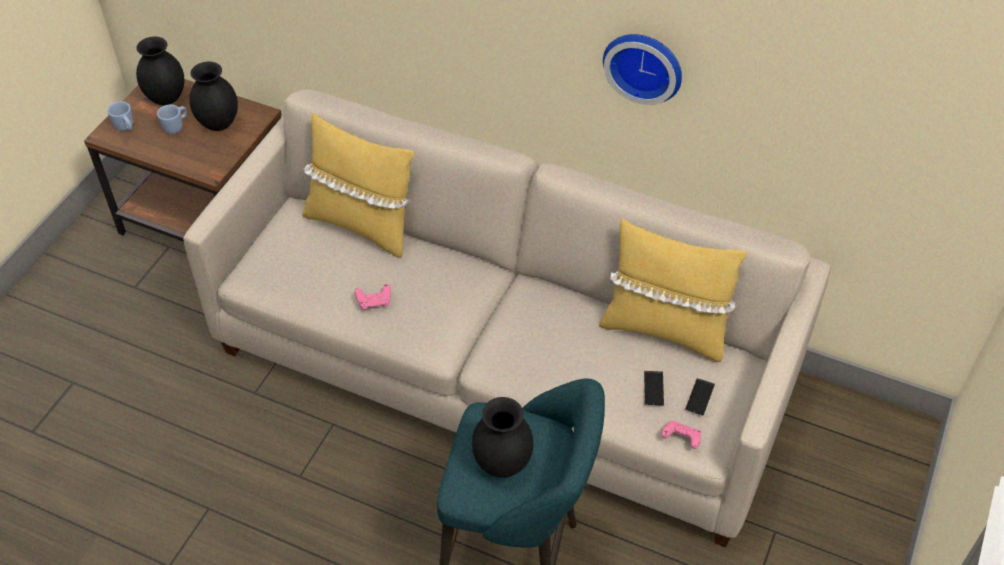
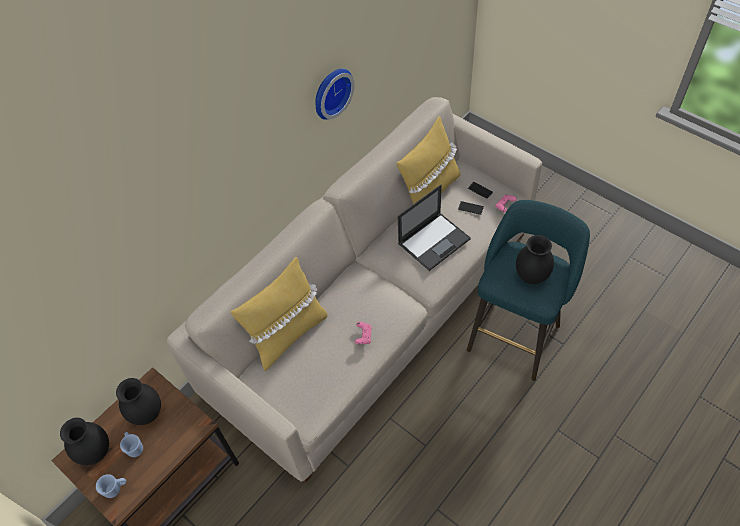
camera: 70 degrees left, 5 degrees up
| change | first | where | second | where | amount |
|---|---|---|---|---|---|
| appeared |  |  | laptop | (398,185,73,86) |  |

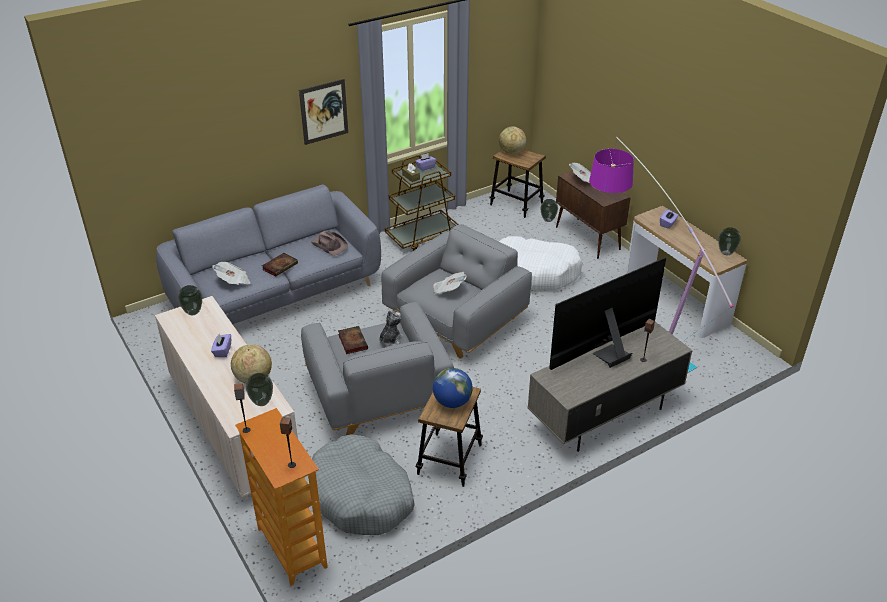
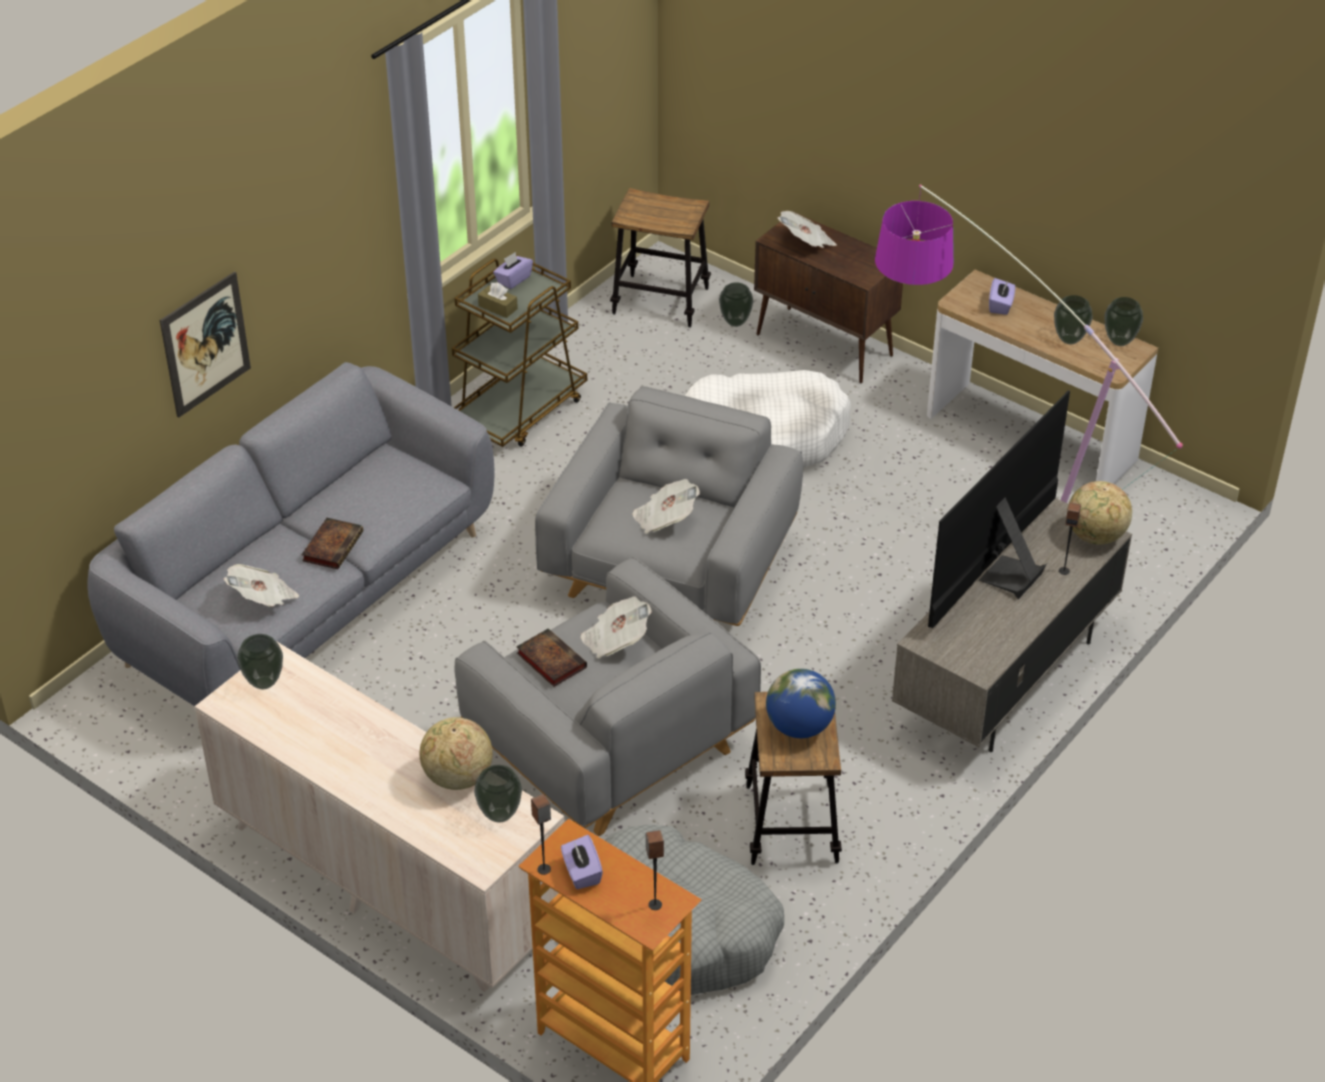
camera: 20 degrees left, 5 degrees up
| change | first | where | second | where | amount |
|---|---|---|---|---|---|
| relocated | obraz | (299,79,49,66) |  | (160,271,91,147) |  |
| relocated | pudełko chusteczek/fioletowy | (211,334,20,23) |  | (561,835,42,54) |  |
| exchanged | pluszak | (379,310,24,36) | gazeta | (581,596,71,63) |  |
| appeared |  |  | wazon | (1054,295,39,49) |  |
| relocated | globus | (499,126,27,28) |  | (1067,481,65,64) |  |
| missing | kapelusz/brązowy | (311,231,37,25) |  |  |  |

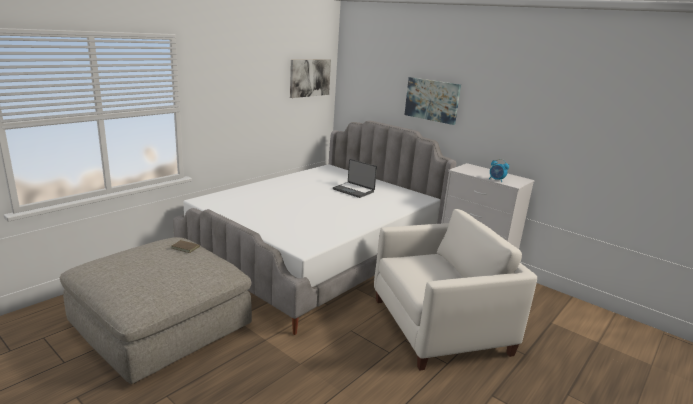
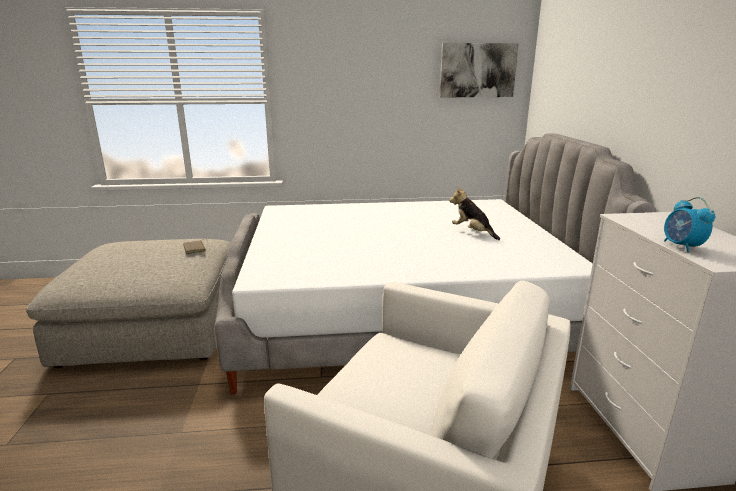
camera: 45 degrees right, 0 degrees up
| change | first | where | second | where | amount |
|---|---|---|---|---|---|
| exchanged | laptop | (333,159,44,39) | pluszak | (450,187,50,53) |  |
| missing | obraz | (404,77,57,48) |  |  |  |

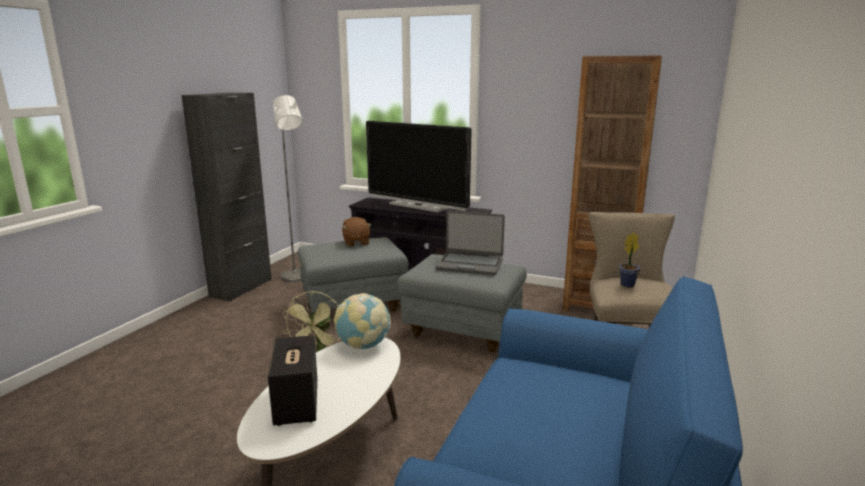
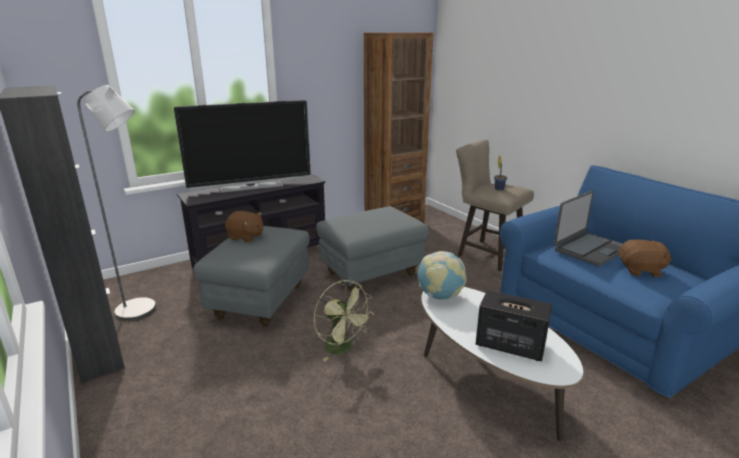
camera: 55 degrees left, 5 degrees up
| change | first | where | second | where | amount |
|---|---|---|---|---|---|
| relocated | laptop | (435,211,70,64) |  | (554,190,68,76) |  |
| appeared |  |  | pluszak/brązowy | (619,240,53,37) |  |

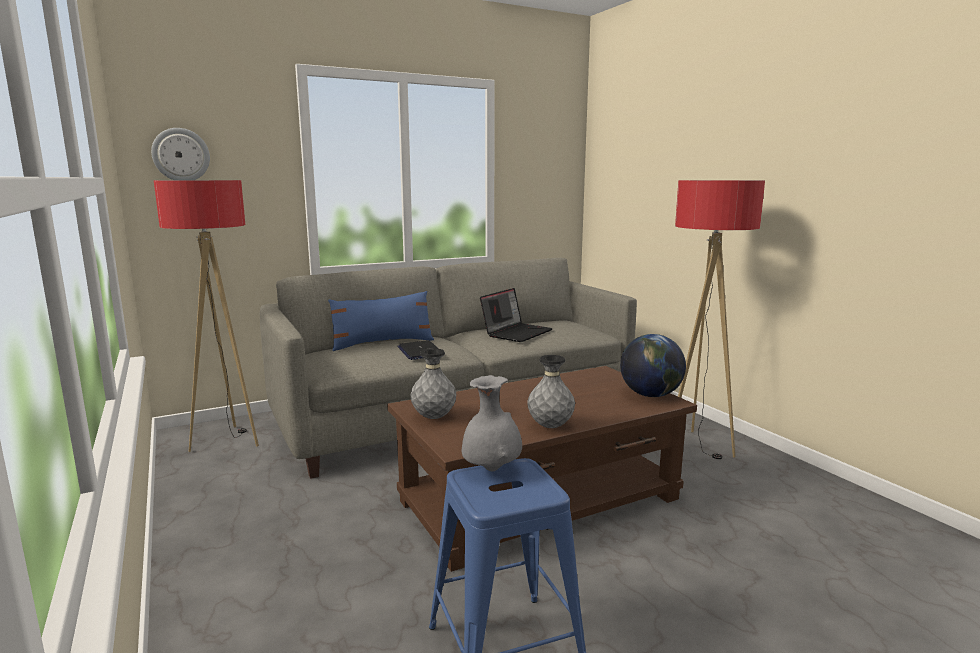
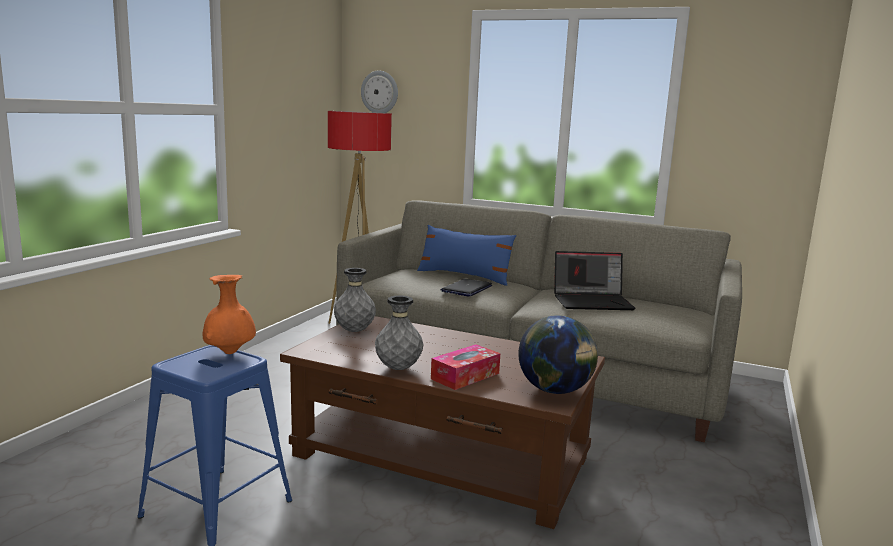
camera: 50 degrees right, 0 degrees up
| change | first | where | second | where | amount |
|---|---|---|---|---|---|
| colour | wazon/szary | (462,375,60,97) | wazon/pomarańczowy | (203,275,53,79) |  |
| appeared |  |  | pudełko chusteczek | (431,344,69,46) |  |
| missing | lampa stojąca | (675,180,90,279) |  |  |  |

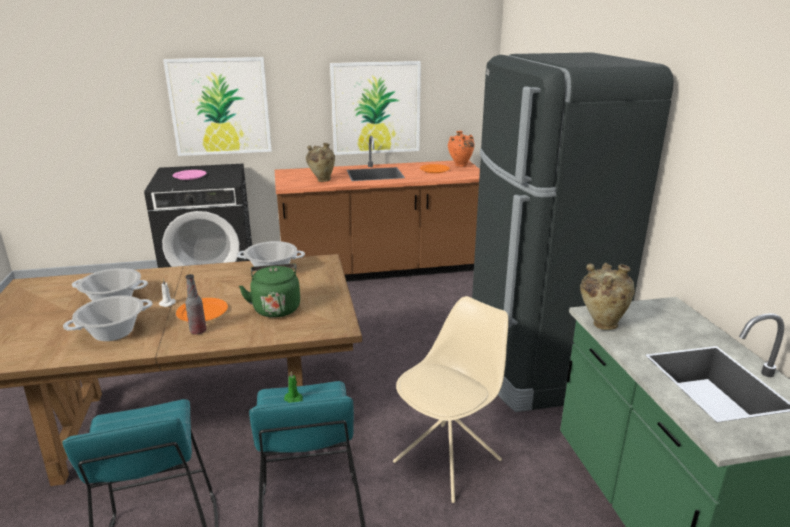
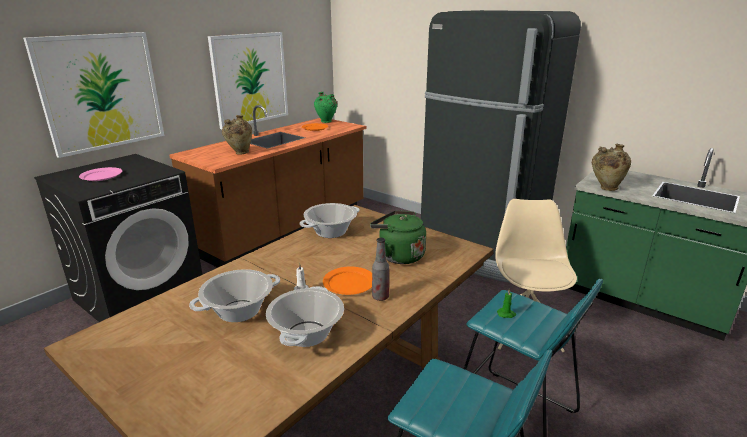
camera: 40 degrees left, 0 degrees up
| change | first | where | second | where | amount |
|---|---|---|---|---|---|
| colour | wazon/pomarańczowy | (448,131,26,36) | wazon/zielony | (314,92,23,31) |  |

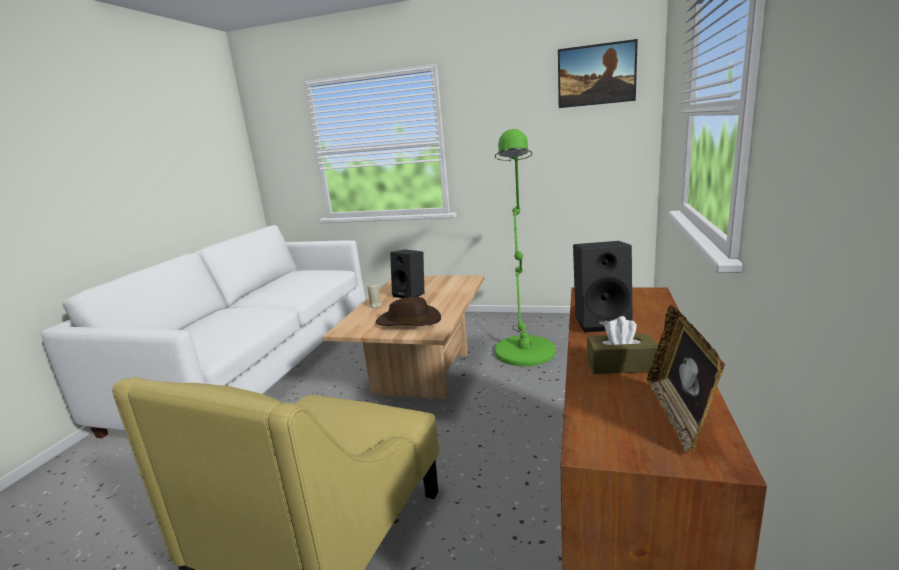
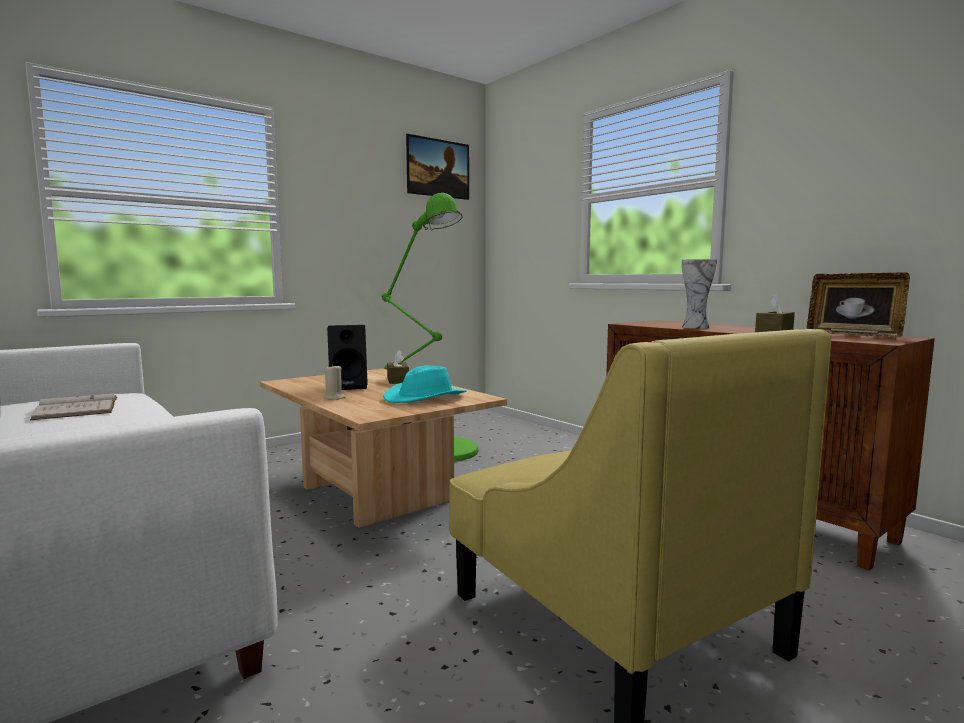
camera: 55 degrees left, 10 degrees down
| change | first | where | second | where | amount |
|---|---|---|---|---|---|
| appeared |  |  | książka/biały | (30,390,87,30) |  |
| colour | kapelusz/brązowy | (376,296,65,30) | kapelusz/turkusowy | (383,366,83,37) |  |
| appeared |  |  | pudełko chusteczek/brązowy | (387,350,22,34) |  |
| exchanged | głośnik/czarny | (573,241,59,91) | wazon | (682,259,35,70) |  |

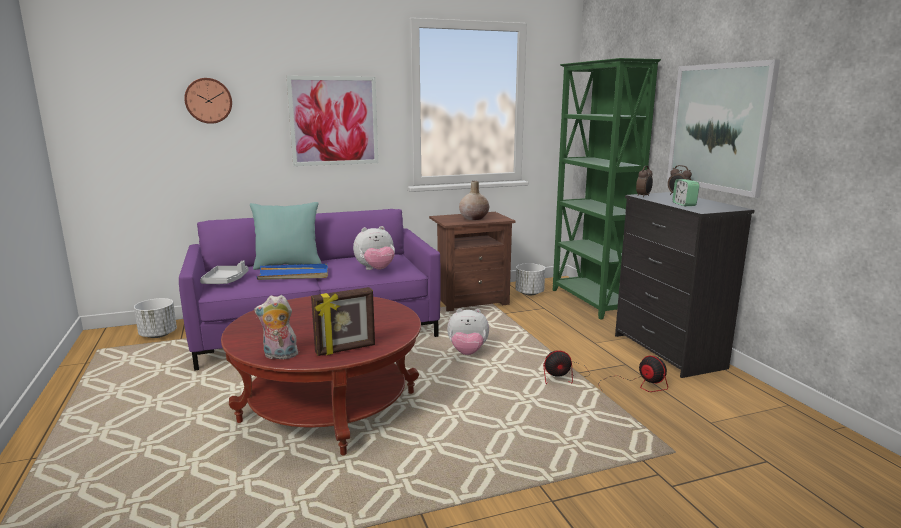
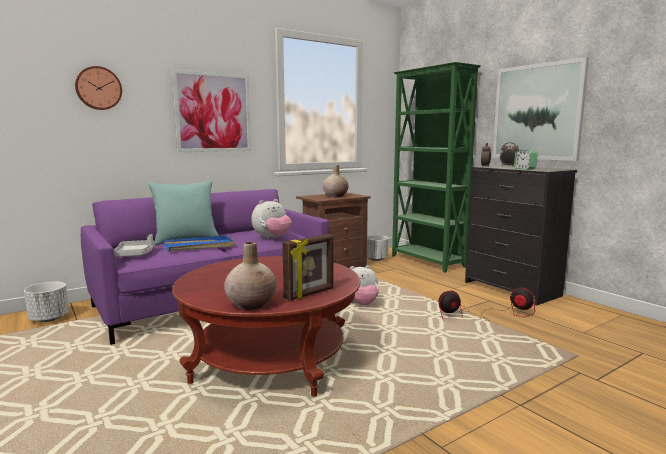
camera: 15 degrees left, 5 degrees down
| change | first | where | second | where | amount |
|---|---|---|---|---|---|
| exchanged | pluszak | (254,295,44,64) | wazon/beżowy | (224,242,53,68) |  |

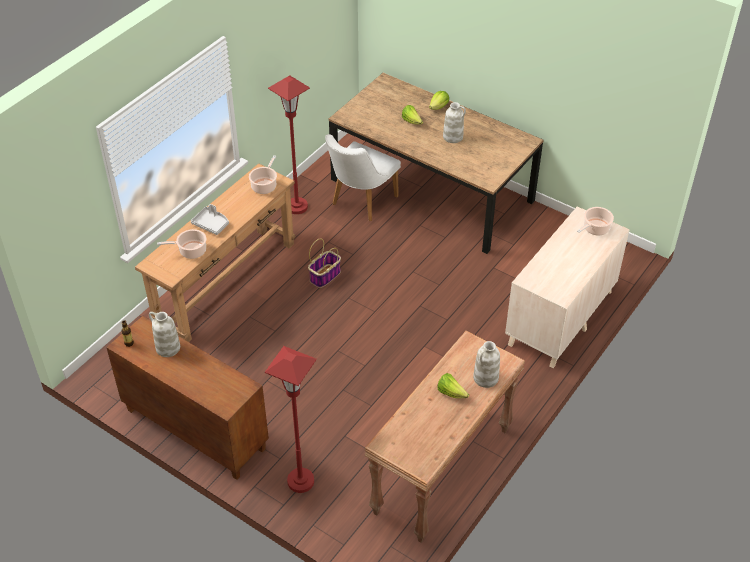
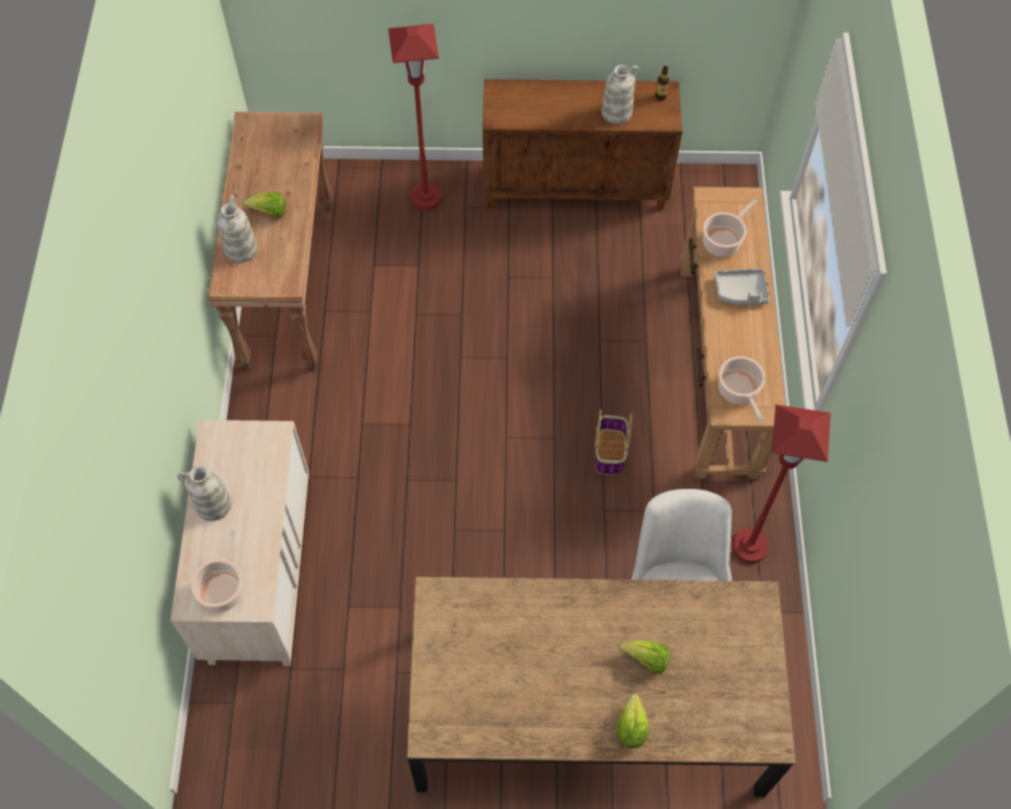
camera: 145 degrees right, 15 degrees up
| change | first | where | second | where | amount |
|---|---|---|---|---|---|
| relocated | wazon/biały | (443,102,23,41) |  | (177,466,55,55) |  |

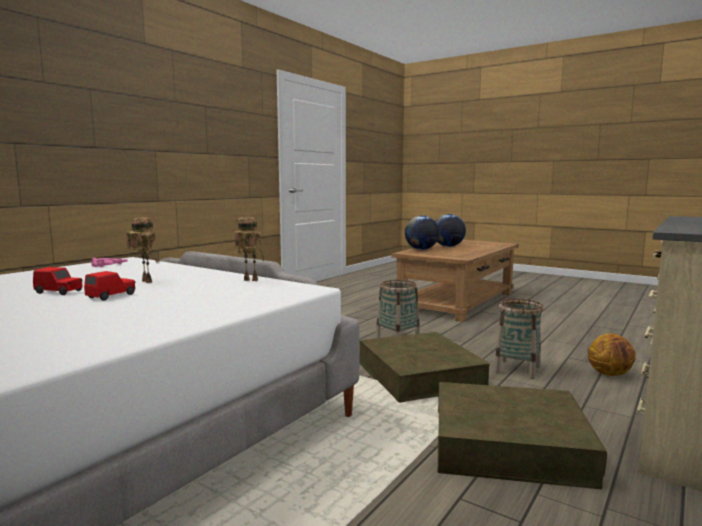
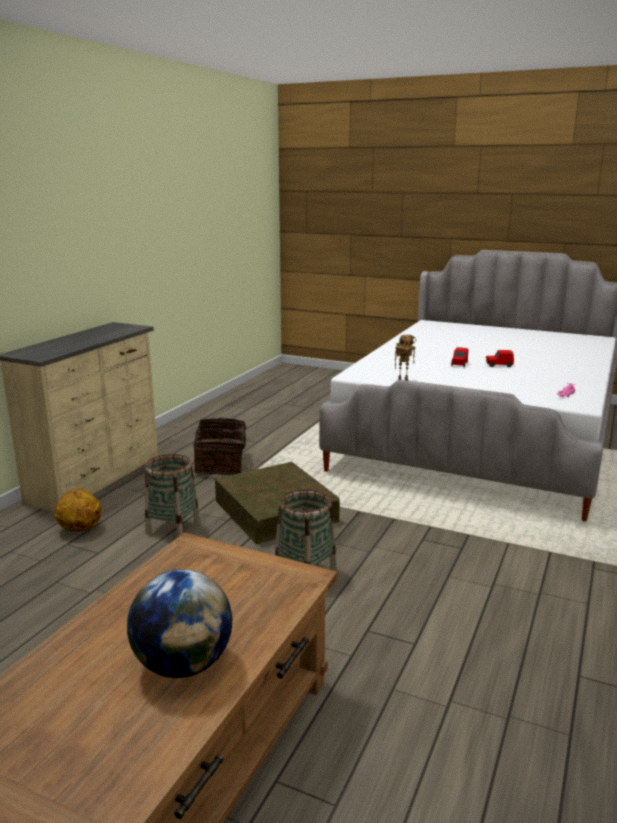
camera: 170 degrees right, 10 degrees up
| change | first | where | second | where | amount |
|---|---|---|---|---|---|
| exchanged | pojemnik do przechowywania/brązowy | (437,382,170,107) | koszyk | (193,418,63,57) |  |
| missing | robot zabawkowy | (126,217,33,66) |  |  |  |
| missing | globus | (405,216,34,34) |  |  |  |

